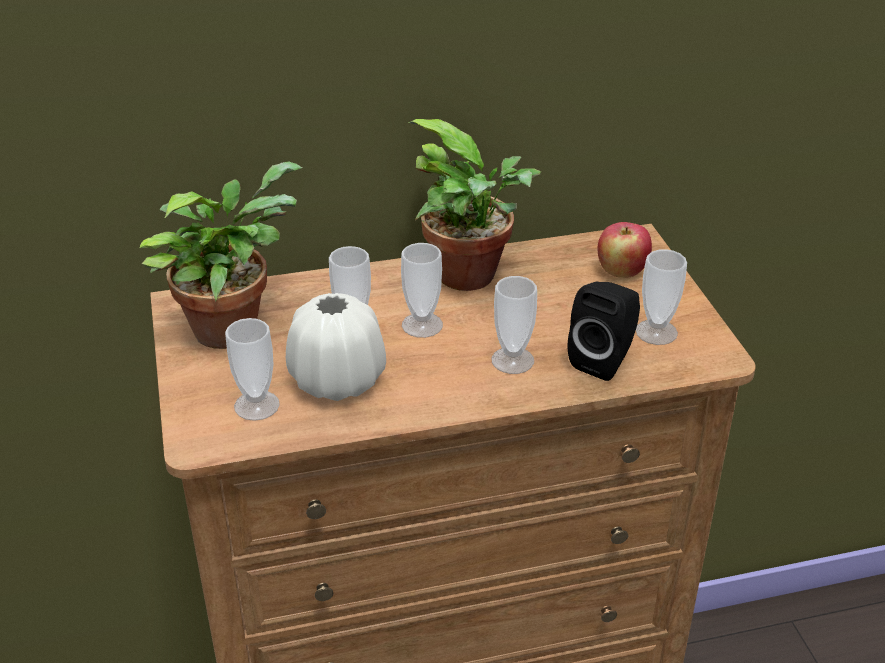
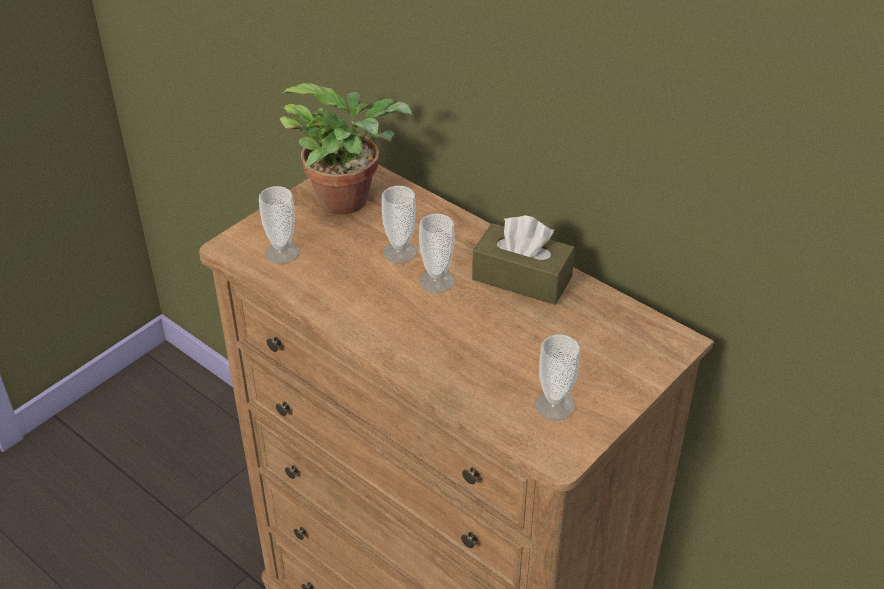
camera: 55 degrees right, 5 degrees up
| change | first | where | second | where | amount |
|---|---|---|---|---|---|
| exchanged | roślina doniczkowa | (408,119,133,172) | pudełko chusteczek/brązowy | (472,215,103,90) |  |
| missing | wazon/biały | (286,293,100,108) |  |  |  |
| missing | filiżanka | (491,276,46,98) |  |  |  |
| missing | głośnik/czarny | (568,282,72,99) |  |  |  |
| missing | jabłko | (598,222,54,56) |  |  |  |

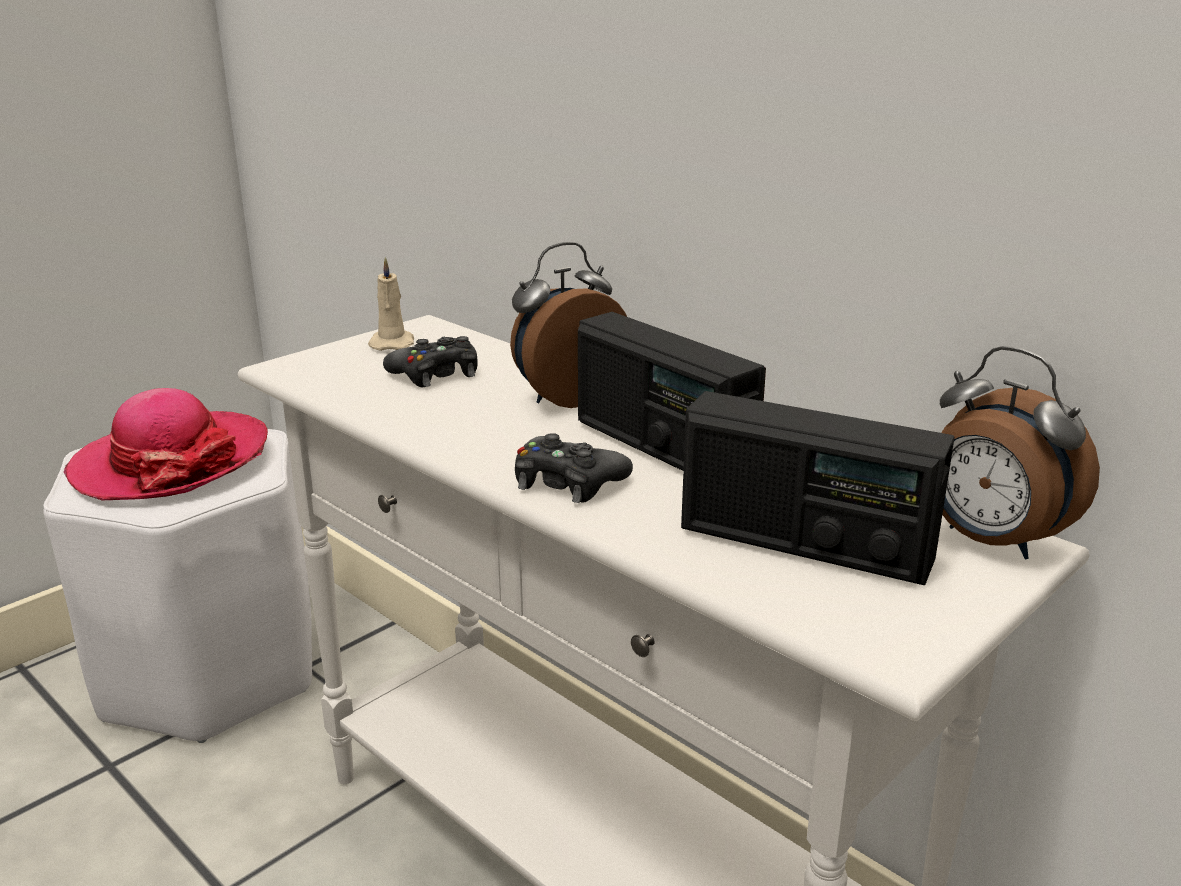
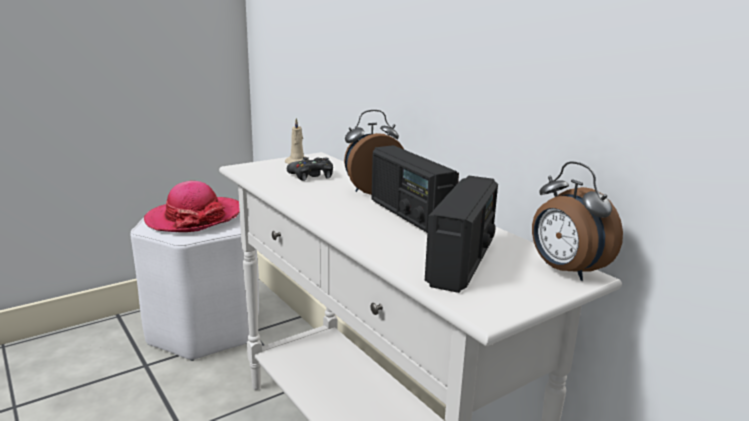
camera: 10 degrees right, 5 degrees down
| change | first | where | second | where | amount |
|---|---|---|---|---|---|
| spun | radio | (681,391,273,194) |  | (425,176,73,117) | 105 degrees counterclockwise |
| missing | pad do gier/czarny | (515,433,118,70) |  |  |  |

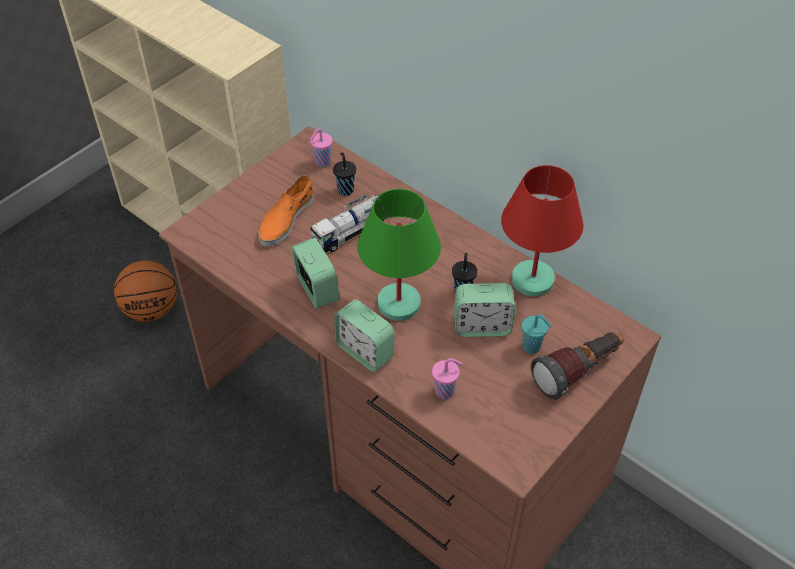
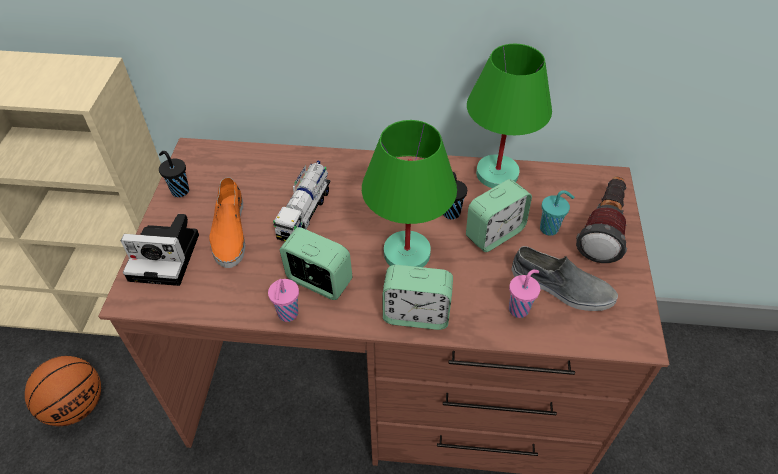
camera: 35 degrees left, 0 degrees up
| change | first | where | second | where | amount |
|---|---|---|---|---|---|
| appeared |  |  | aparat fotograficzny | (121,214,78,72) |  |
| relocated | filiżanka/czarny | (333,152,23,44) |  | (159,151,30,46) |  |
| relocated | filiżanka/różowy | (310,128,23,39) |  | (268,279,31,43) |  |
| colour | lampa stołowa/czerwony | (501,165,82,132) | lampa stołowa/zielony | (467,44,85,144) |  |
| appeared |  |  | but/szary | (511,246,107,65) |  |

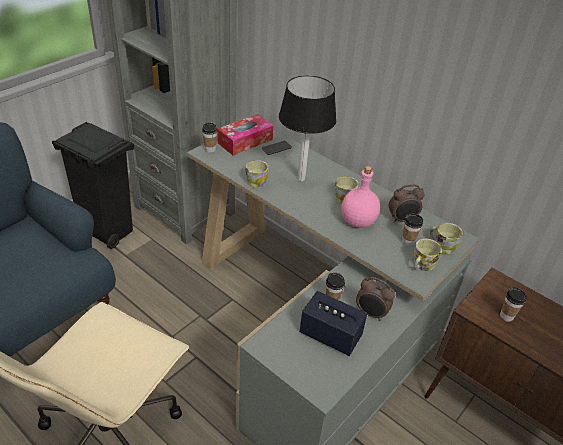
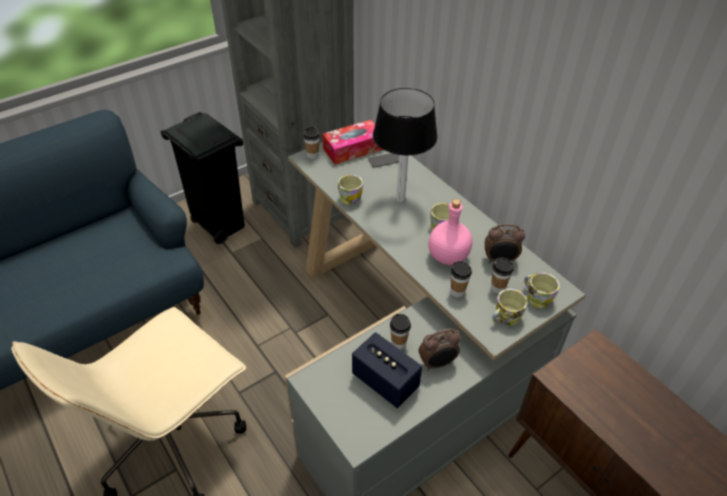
camera: 15 degrees right, 5 degrees up
| change | first | where | second | where | amount |
|---|---|---|---|---|---|
| spun | budzik | (356,277,39,44) |  | (419,328,42,43) | 60 degrees counterclockwise |
| relocated | filiżanka | (500,287,27,35) |  | (450,261,22,36) |  |

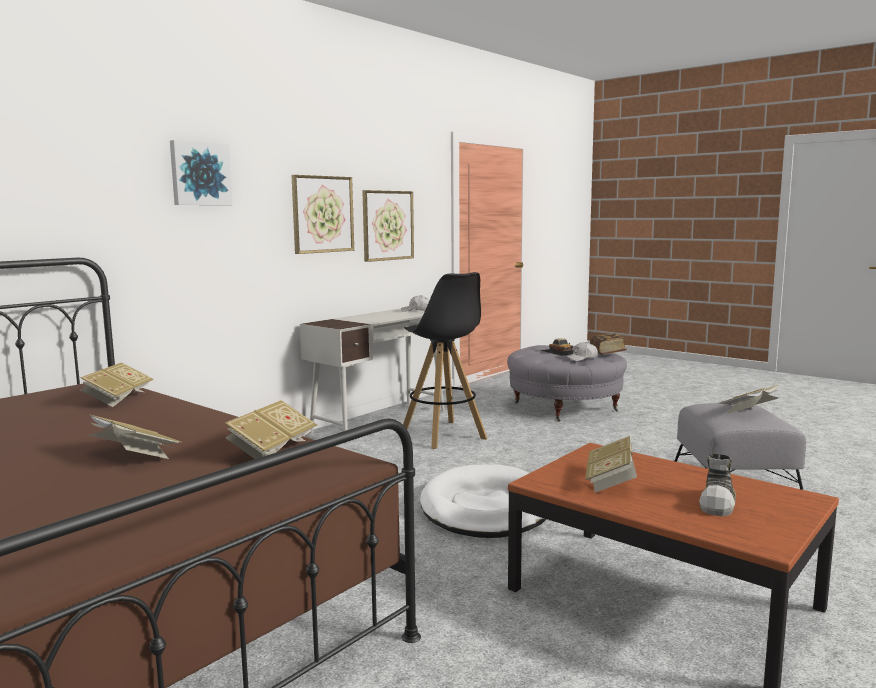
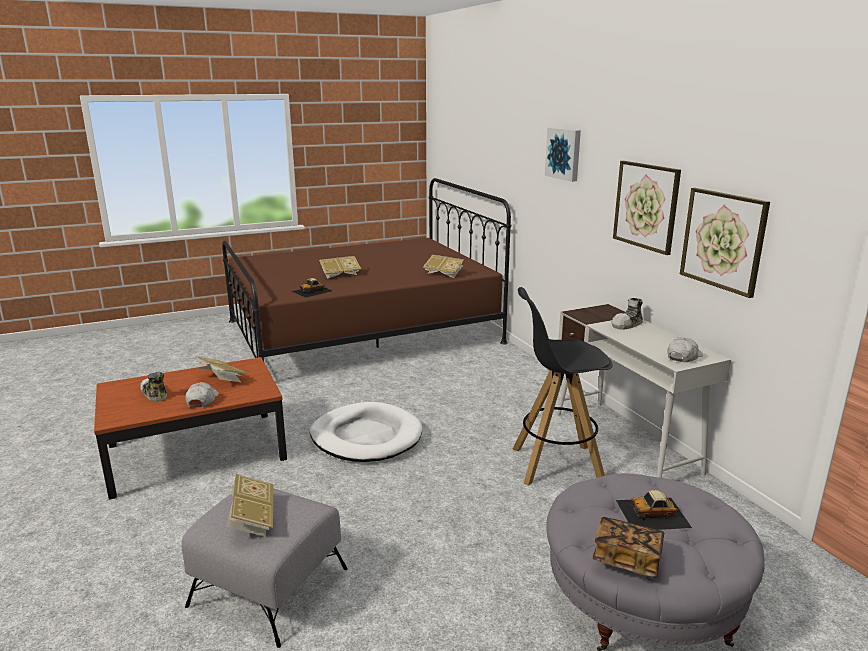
camera: 115 degrees right, 10 degrees up
| change | first | where | second | where | amount |
|---|---|---|---|---|---|
| relocated | czapka z daszkiem/biały | (565,342,33,19) |  | (185,382,34,26) |  |
| exchanged | książka | (225,400,92,59) | samochodzik | (292,278,40,20) |  |
| appeared |  |  | but | (612,298,31,32) |  |

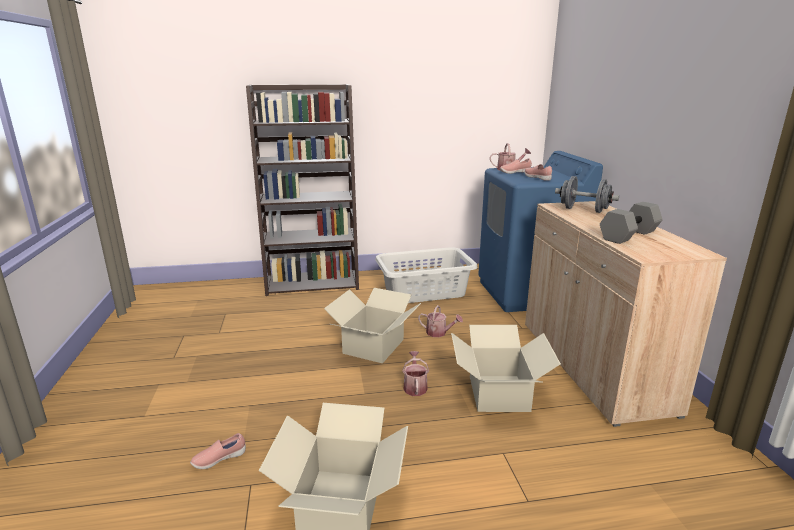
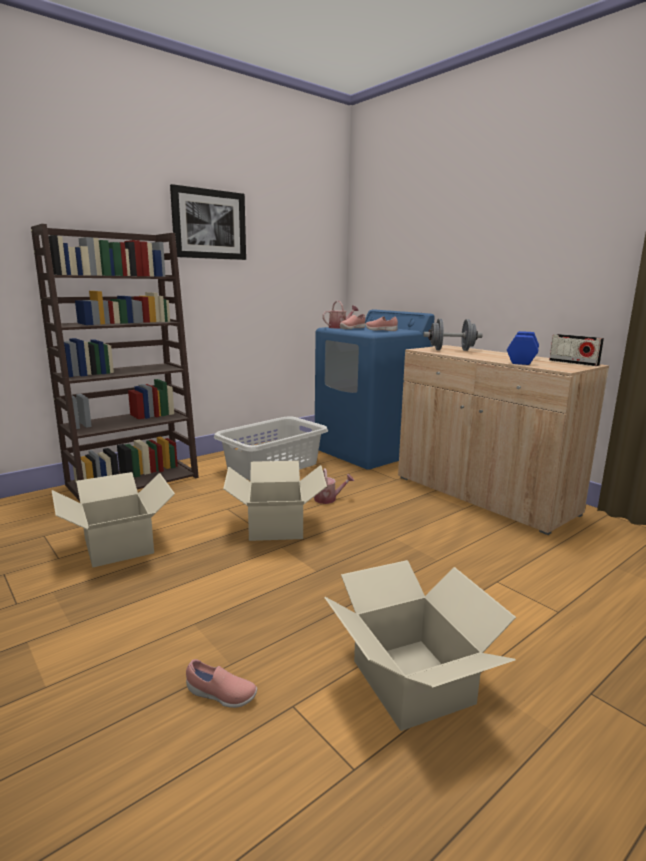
camera: 30 degrees left, 5 degrees down
| change | first | where | second | where | amount |
|---|---|---|---|---|---|
| relocated | karton | (451,325,110,87) |  | (52,472,123,96) |  |
| appeared |  |  | obraz | (170,184,76,76) |  |
| spun | but/różowy | (190,433,56,36) |  | (186,659,71,49) | 105 degrees counterclockwise |
| colour | hantel/szary | (600,202,63,42) | hantel/niebieski | (507,331,32,34) |  |
| appeared |  |  | radio | (549,334,55,32) |  |
| missing | konewka | (402,351,27,45) |  |  |  |

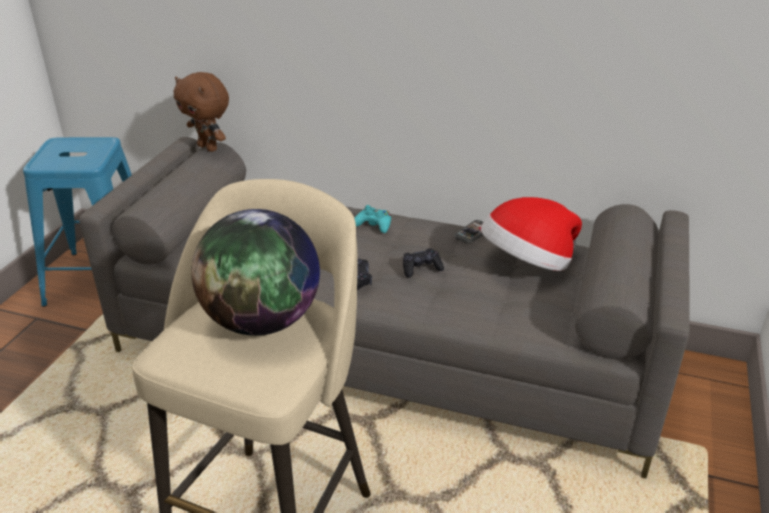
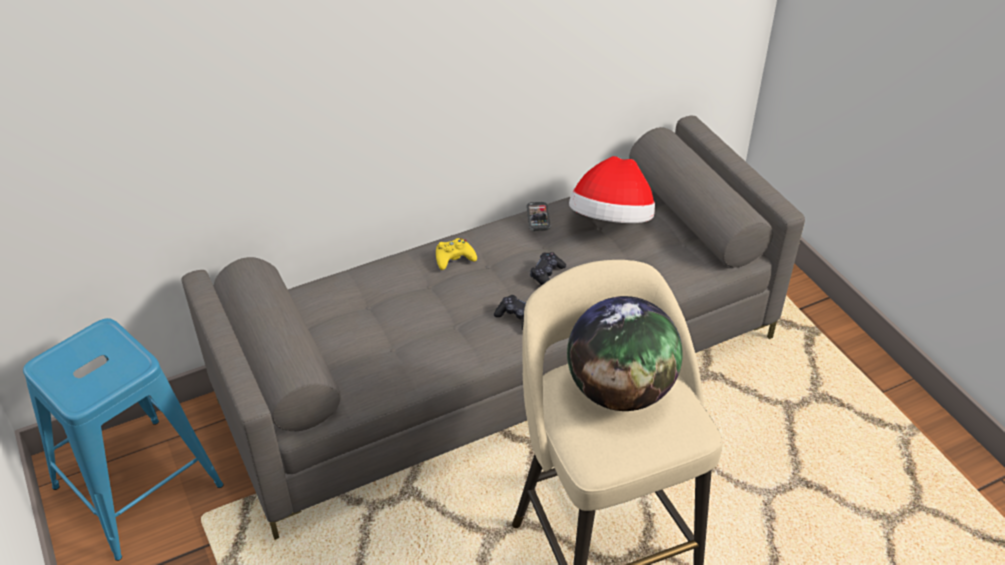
camera: 45 degrees left, 10 degrees up
| change | first | where | second | where | amount |
|---|---|---|---|---|---|
| colour | pad do gier/turkusowy | (354,205,37,28) | pad do gier/żółty | (436,238,41,32) |  |
| missing | pluszak/brązowy | (174,72,55,80) |  |  |  |

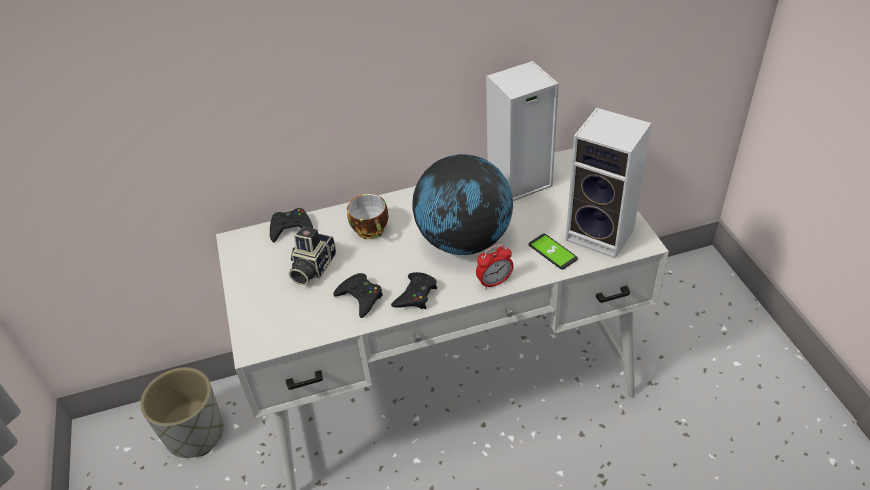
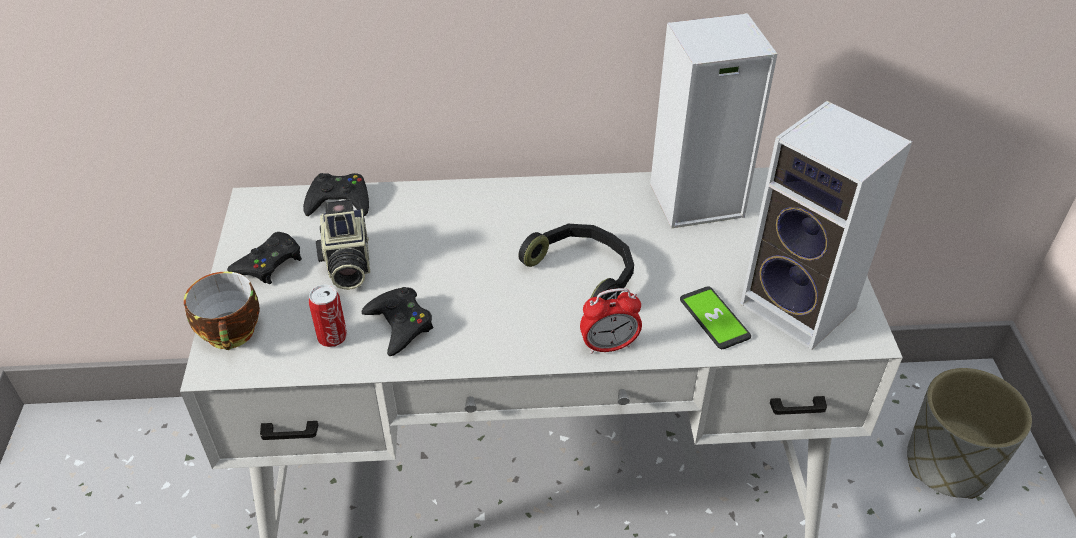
camera: 10 degrees right, 0 degrees up
| change | first | where | second | where | amount |
|---|---|---|---|---|---|
| relocated | filiżanka | (347,194,41,45) |  | (184,271,76,79) |  |
| relocated | pad do gier/czarny | (391,272,46,37) |  | (227,232,75,52) |  |
| appeared |  |  | puszka | (309,284,38,63) |  |
| spun | aparat fotograficzny | (289,226,47,59) |  | (316,199,54,91) | 45 degrees counterclockwise |
| exchanged | globus | (412,154,101,101) | słuchawki/czarny | (518,224,116,76) |  |
| relocated | donica/szary | (140,367,84,91) |  | (907,368,125,131) |  |

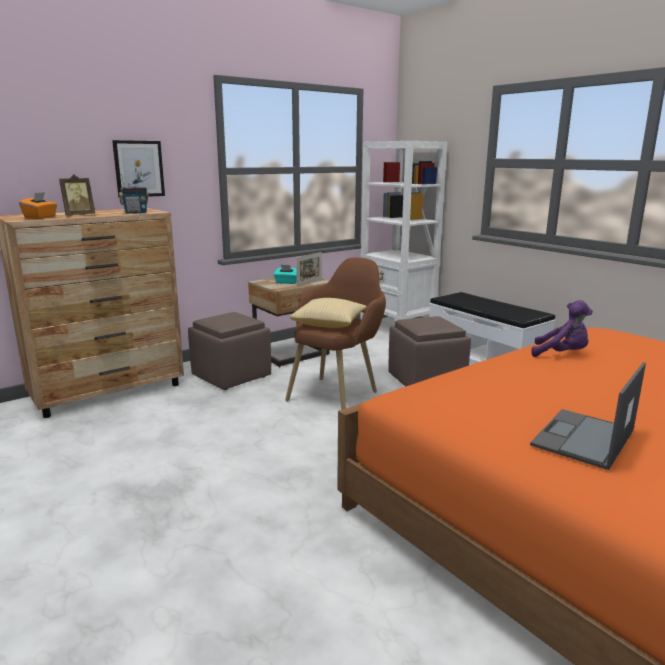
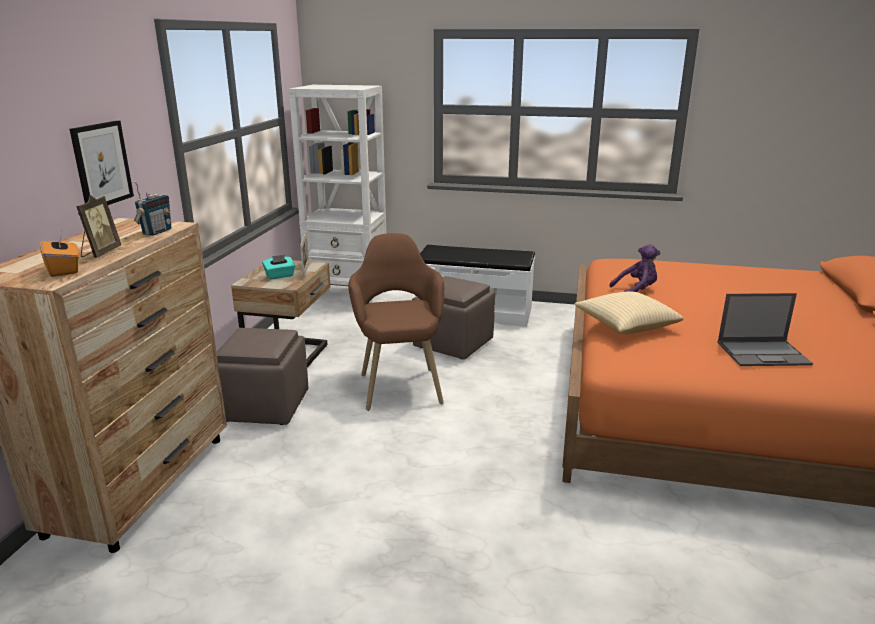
camera: 40 degrees left, 5 degrees up
| change | first | where | second | where | amount |
|---|---|---|---|---|---|
| relocated | poduszka | (290,298,77,30) |  | (574,292,109,42) |  |
| spun | laptop | (530,362,116,108) |  | (718,293,95,73) | 90 degrees counterclockwise |

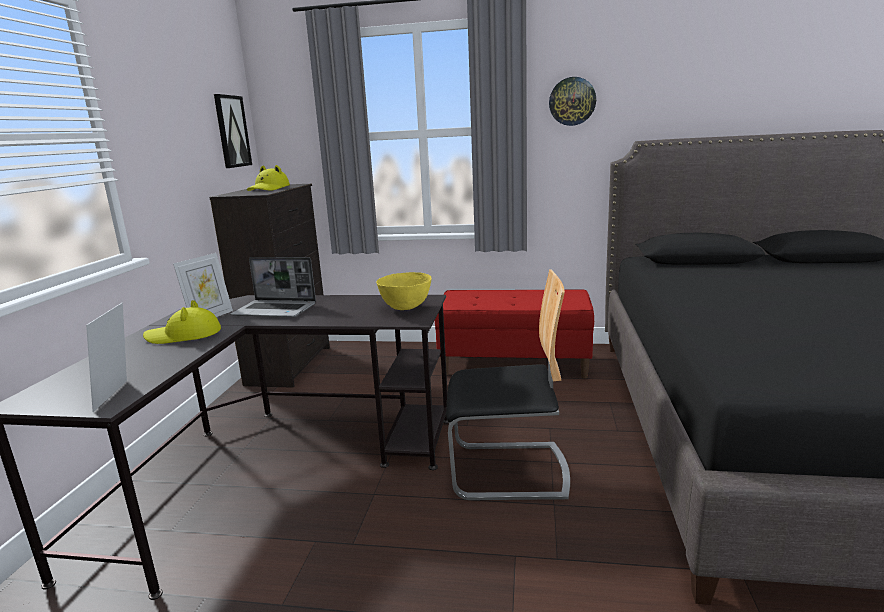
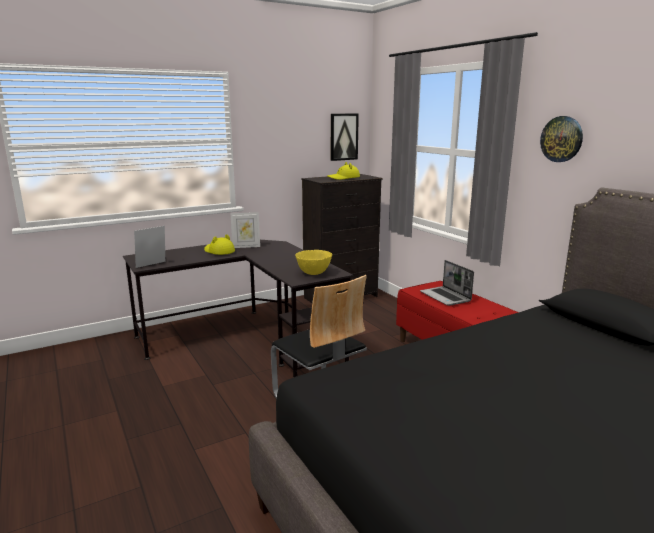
camera: 50 degrees right, 0 degrees up
| change | first | where | second | where | amount |
|---|---|---|---|---|---|
| relocated | laptop | (230,257,86,60) |  | (420,260,54,46) |  |

